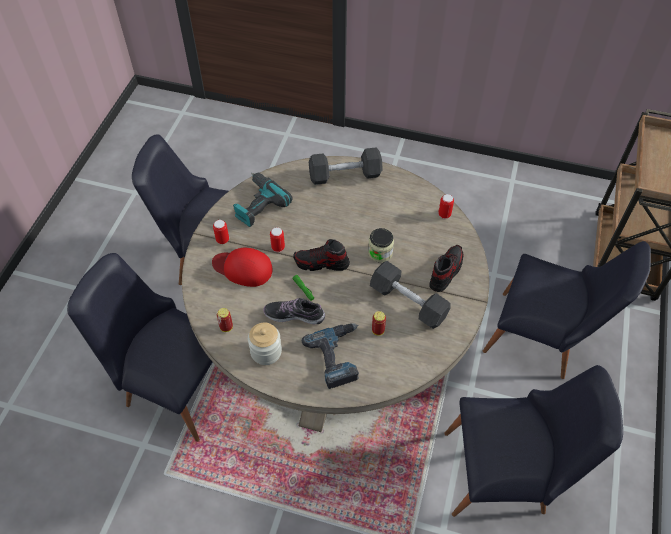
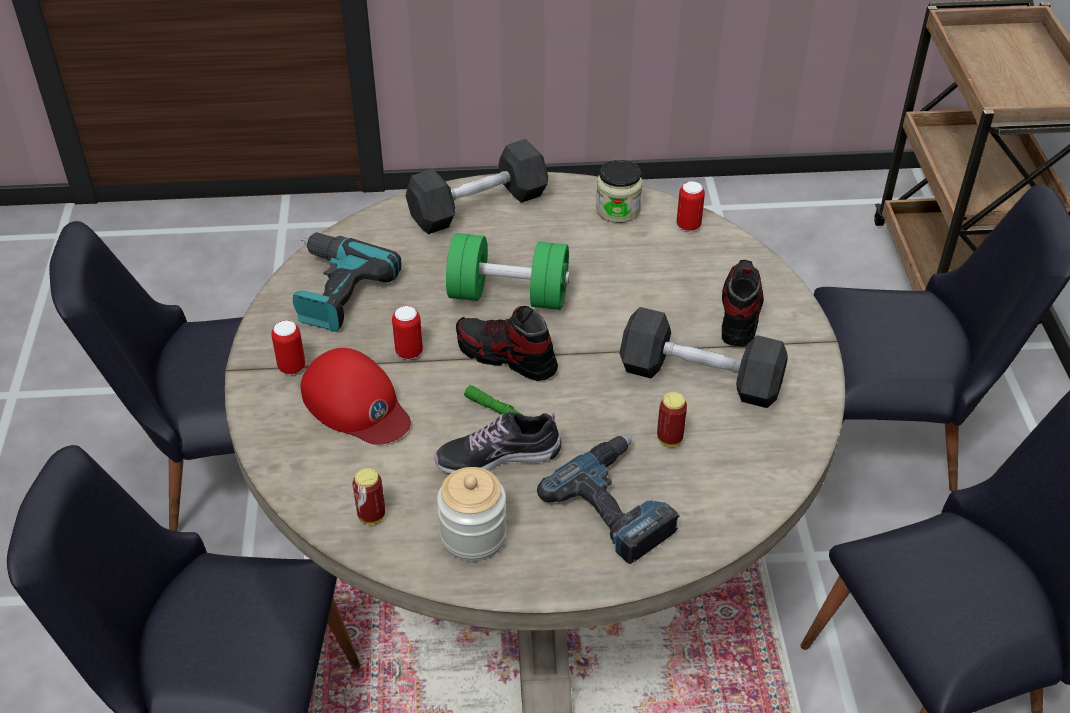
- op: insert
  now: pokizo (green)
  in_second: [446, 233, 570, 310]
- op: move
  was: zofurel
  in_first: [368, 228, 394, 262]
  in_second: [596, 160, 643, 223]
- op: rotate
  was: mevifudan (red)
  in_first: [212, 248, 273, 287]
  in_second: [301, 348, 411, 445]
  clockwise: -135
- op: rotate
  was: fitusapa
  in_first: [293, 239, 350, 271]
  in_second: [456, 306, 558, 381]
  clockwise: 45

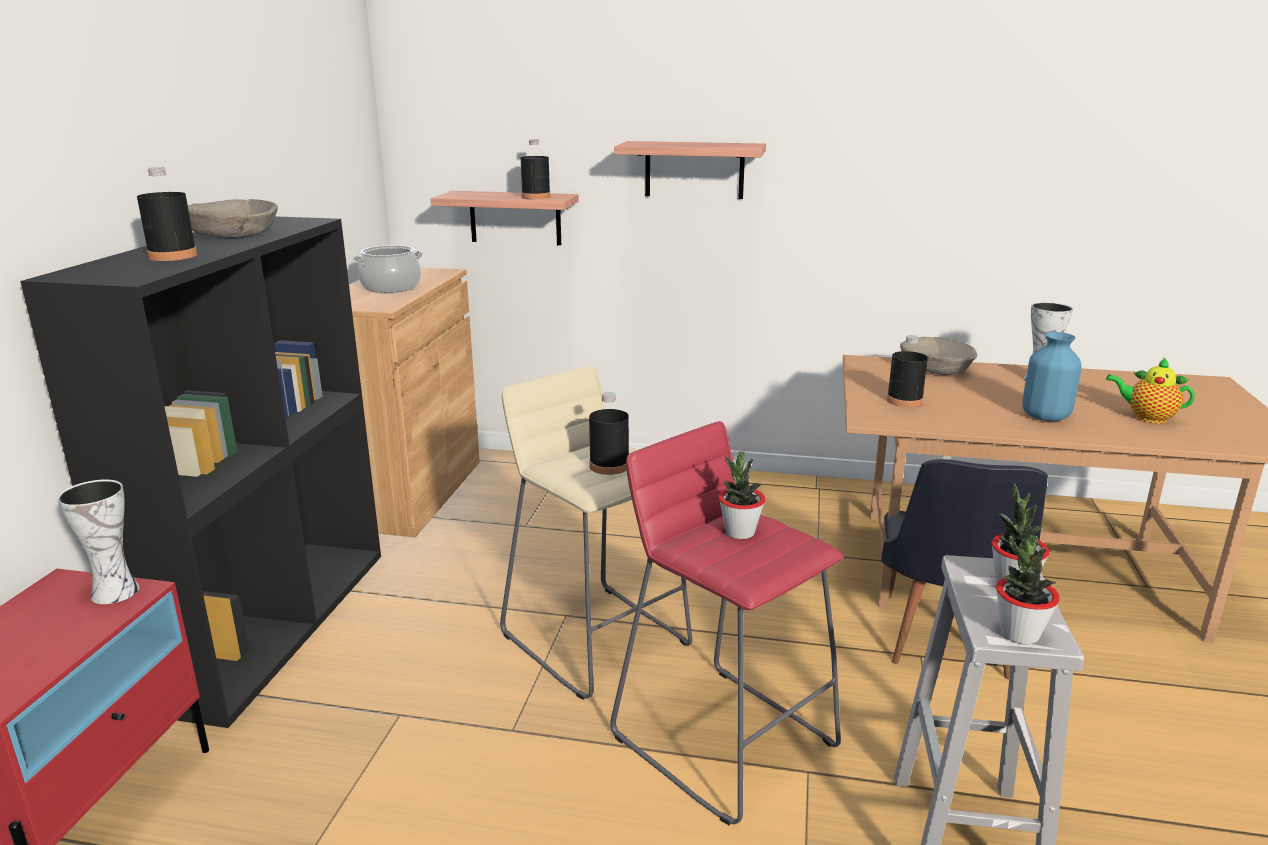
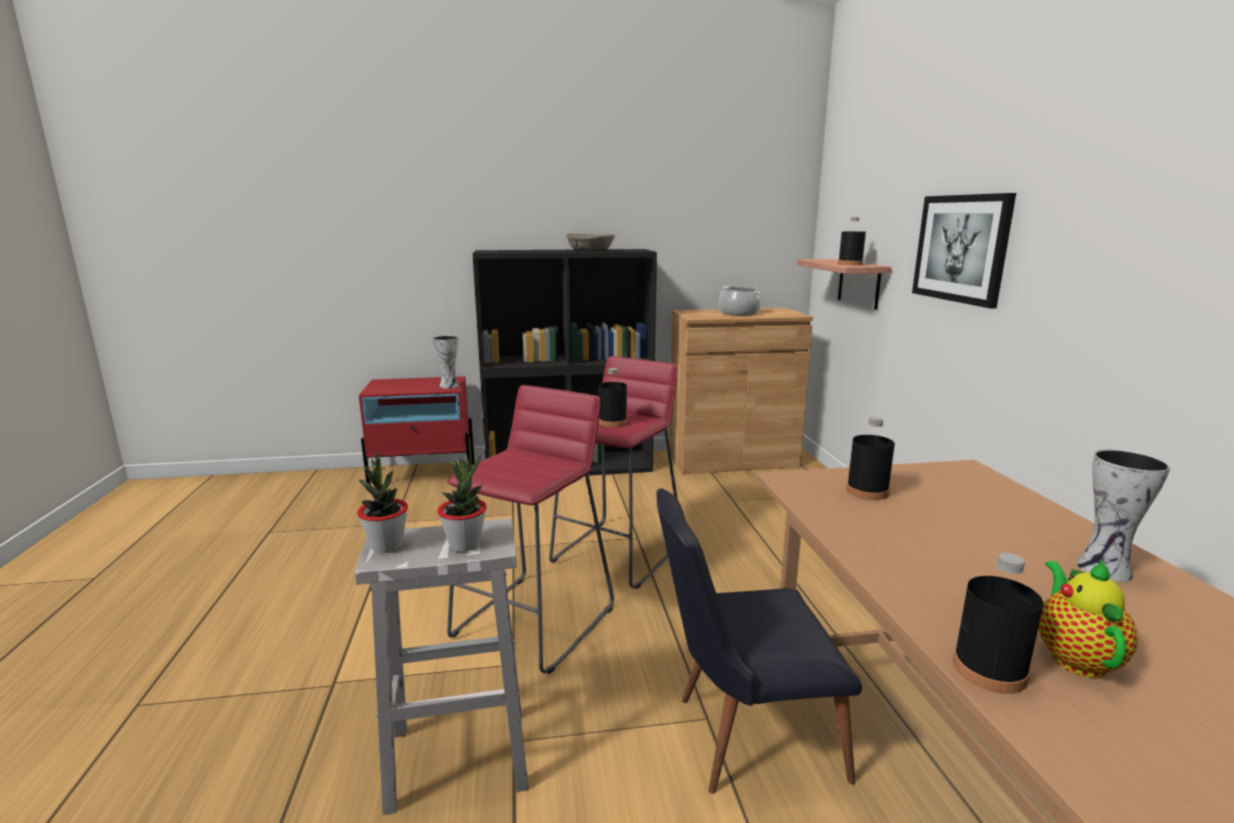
- op: delete
  was: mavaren
  in_first: [719, 451, 766, 539]
- op: delete
  was: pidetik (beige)
  in_first: [900, 337, 977, 375]
- op: delete
  was: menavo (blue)
  in_first: [1022, 332, 1082, 421]
- op: move
  was: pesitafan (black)
  in_first: [137, 167, 197, 261]
  in_second: [953, 553, 1043, 694]
- op: replace
  was: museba
  now: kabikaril
  in_first: [614, 141, 766, 199]
  in_second: [912, 193, 1016, 309]
- op: recolor
  was: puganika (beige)
  now: puganika (red)
  in_first: [500, 366, 692, 700]
  in_second: [549, 356, 678, 589]

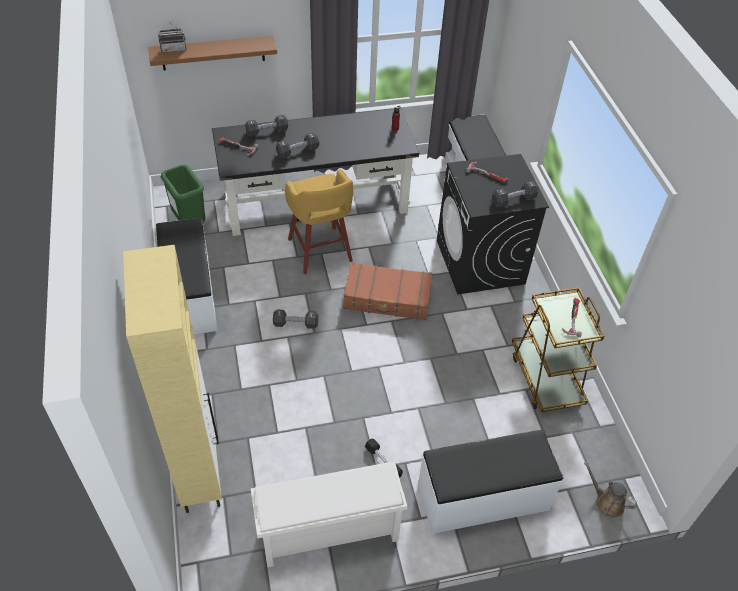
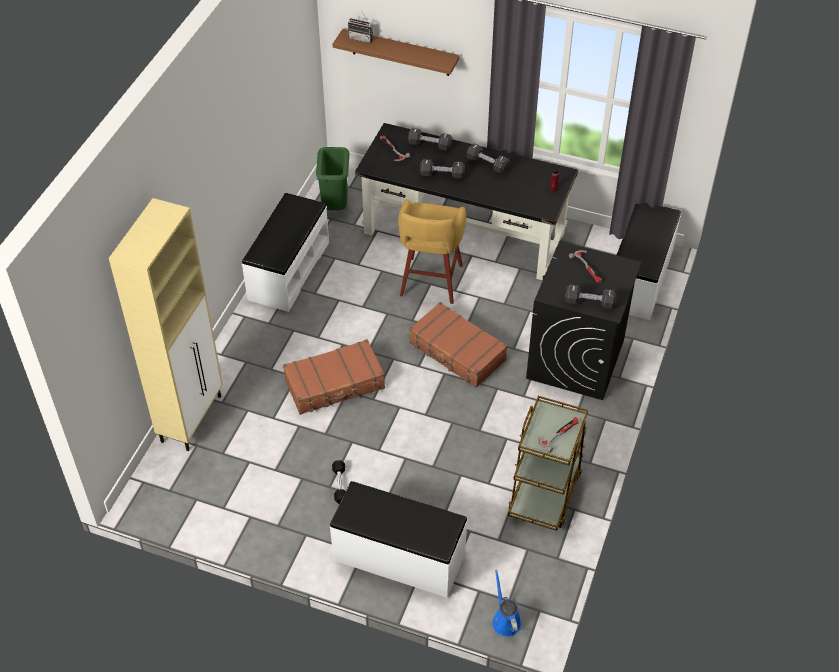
- op: delete
  was: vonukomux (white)
  in_first: [251, 462, 408, 567]
- op: insert
  now: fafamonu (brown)
  in_second: [283, 339, 385, 415]
- op: move
  was: pokizo (black)
  in_first: [273, 310, 318, 329]
  in_second: [467, 143, 510, 174]
- op: recolor
  was: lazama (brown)
  now: lazama (blue)
  in_first: [584, 462, 637, 518]
  in_second: [492, 570, 521, 637]

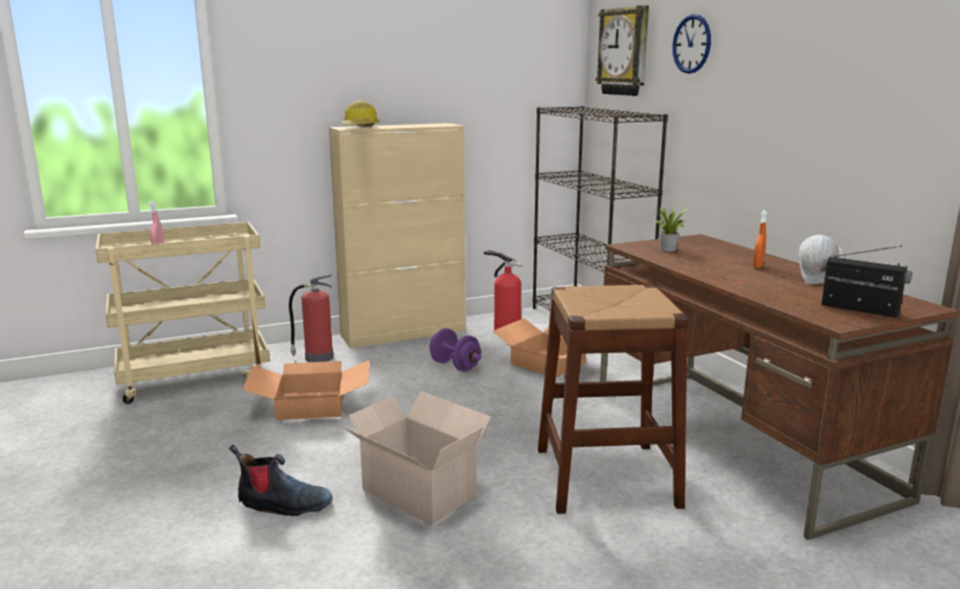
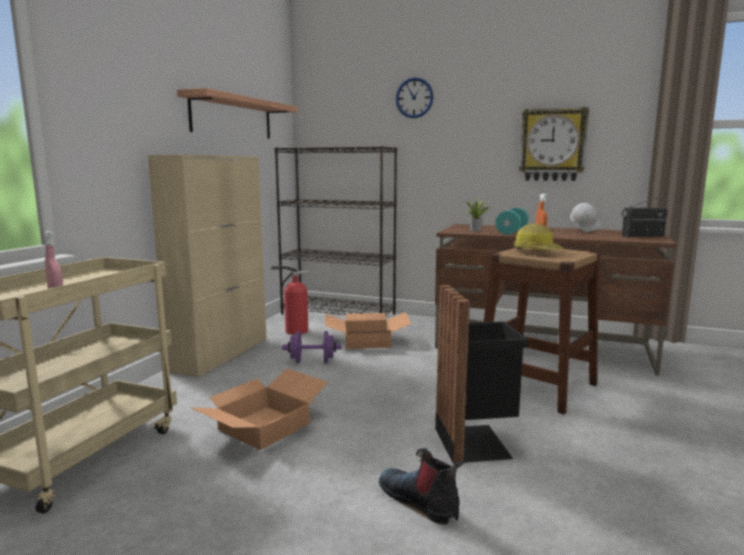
- op: delete
  was: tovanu
  in_first: [289, 274, 333, 362]
- op: insert
  now: museba
  in_second: [177, 88, 298, 139]
- op: insert
  now: pokizo (turquoise)
  in_second: [495, 208, 529, 235]
- op: move
  was: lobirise
  in_first: [342, 100, 380, 126]
  in_second: [514, 223, 564, 250]
- op: move
  was: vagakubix
  in_first: [596, 5, 649, 96]
  in_second: [519, 107, 589, 181]
- op: replace
  was: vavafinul
  now: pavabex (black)
  in_first: [342, 391, 491, 525]
  in_second: [435, 285, 529, 464]
- op: rotate
  was: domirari
  in_first: [229, 444, 333, 516]
  in_second: [379, 448, 463, 525]
  clockwise: -90

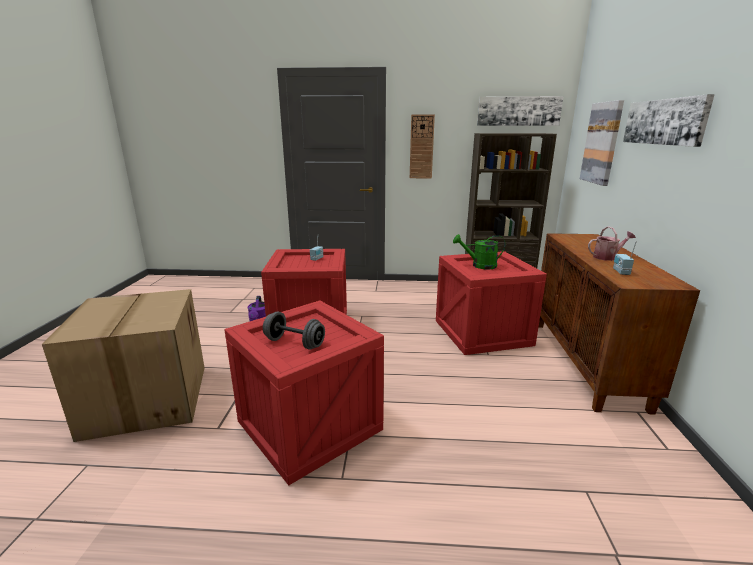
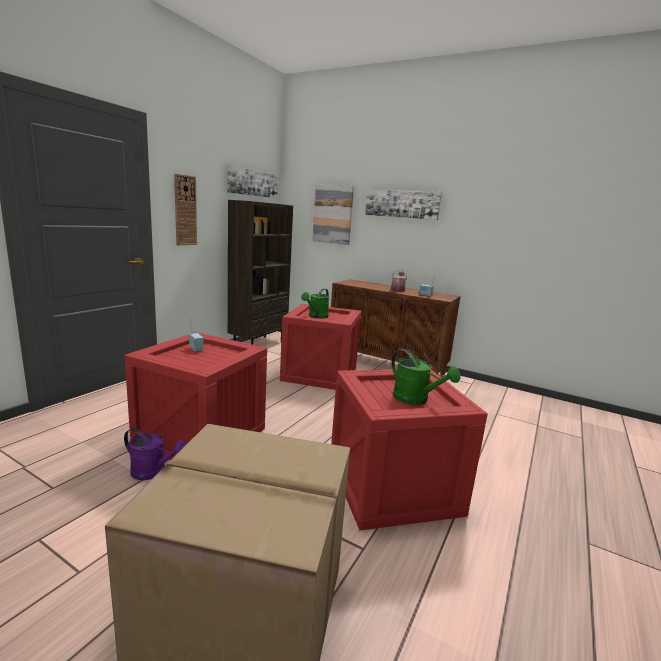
- op: replace
  was: pokizo (grey)
  now: lazama (green)
  in_first: [263, 311, 325, 350]
  in_second: [391, 349, 460, 405]

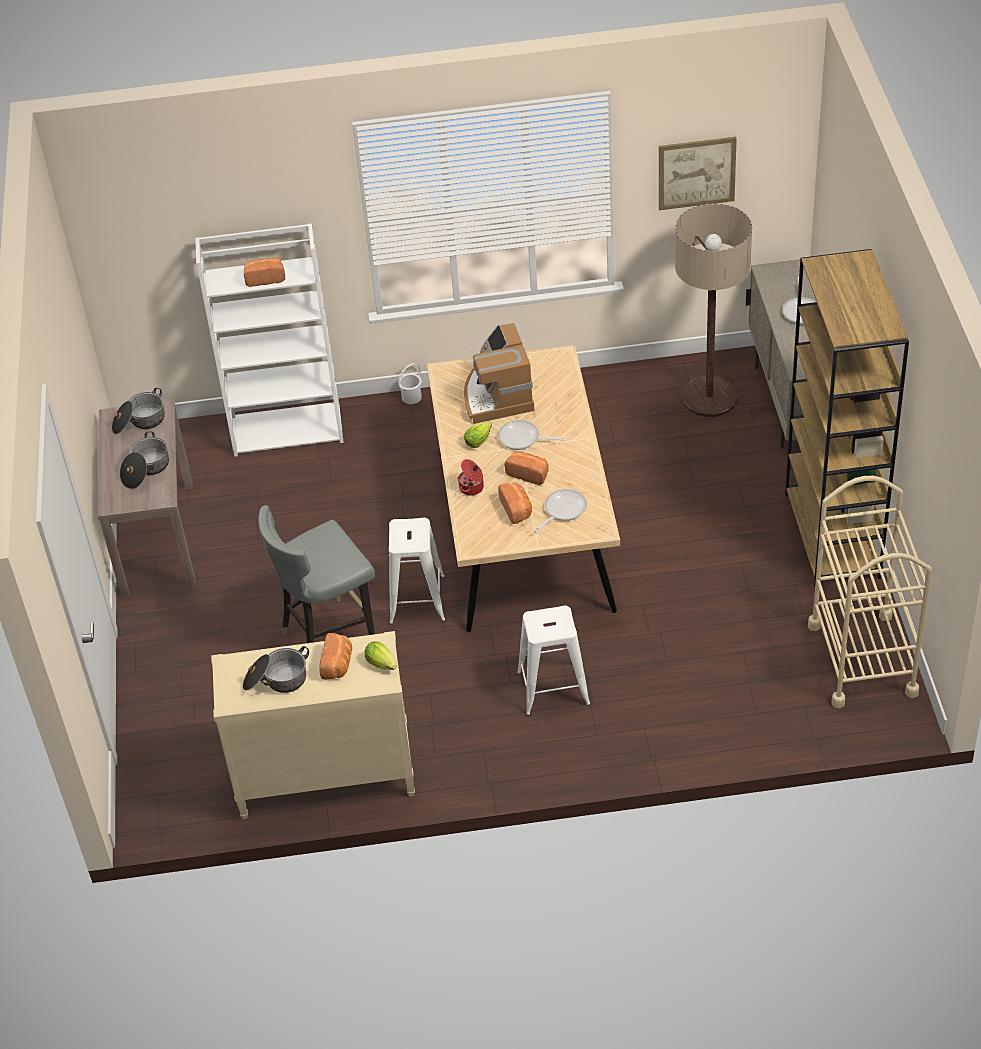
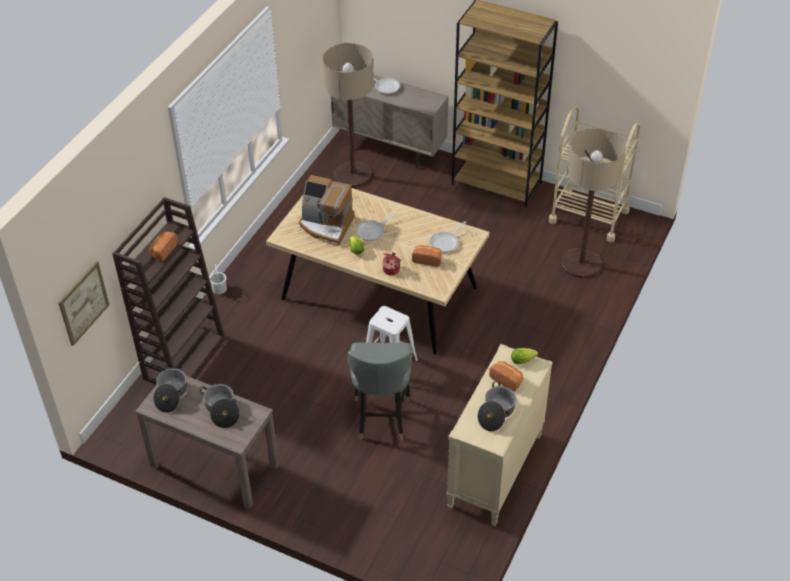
- op: delete
  was: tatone
  in_first: [504, 451, 548, 485]
- op: delete
  was: puganika (white)
  in_first: [517, 605, 590, 716]
- op: insert
  now: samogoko
  in_second: [561, 128, 626, 278]
- op: move
  was: kabikaril
  in_first: [659, 137, 737, 210]
  in_second: [58, 261, 110, 346]
- op: recolor
  was: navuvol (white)
  now: navuvol (brown)
  in_first: [195, 224, 344, 457]
  in_second: [112, 197, 225, 385]
- op: rotate
  was: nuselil
  in_first: [534, 489, 587, 533]
  in_second: [429, 221, 466, 253]
  clockwise: -120

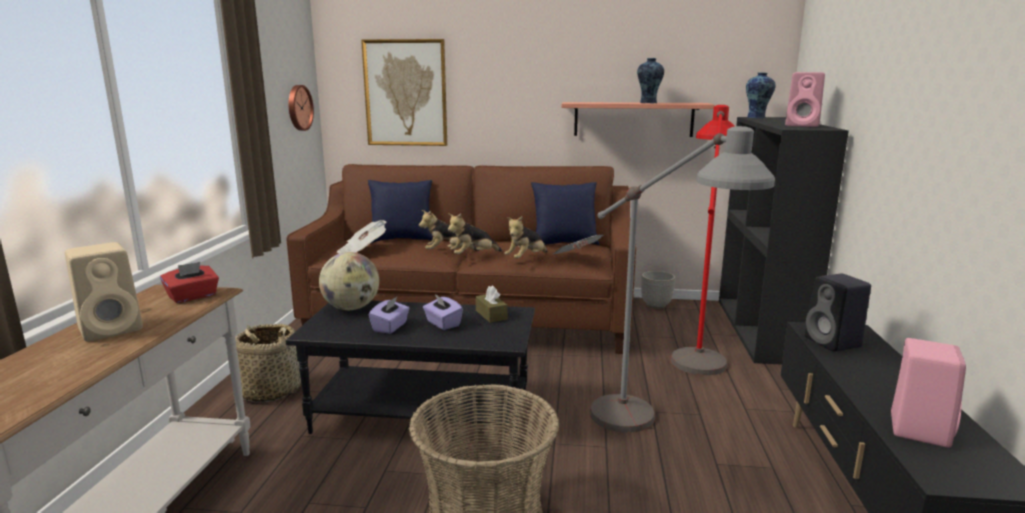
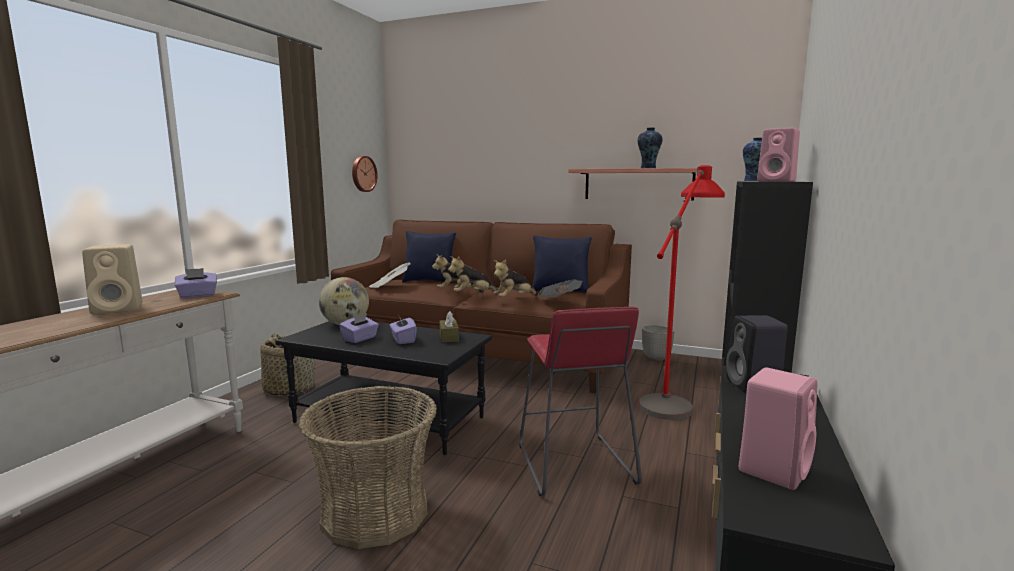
- op: delete
  was: kabikaril
  in_first: [361, 39, 447, 146]
- op: replace
  was: samogoko (grey)
  now: puganika (red)
  in_first: [589, 126, 775, 433]
  in_second: [519, 306, 642, 496]
- op: recolor
  was: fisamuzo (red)
  now: fisamuzo (purple)
  in_first: [160, 262, 219, 303]
  in_second: [175, 268, 217, 298]

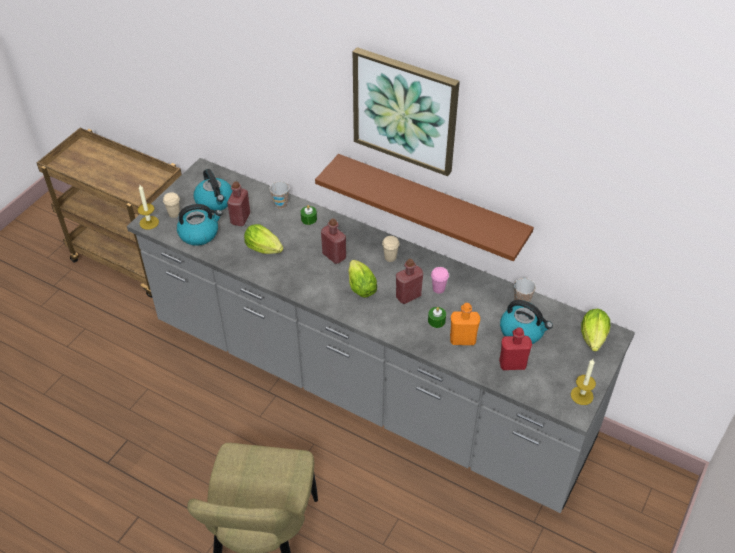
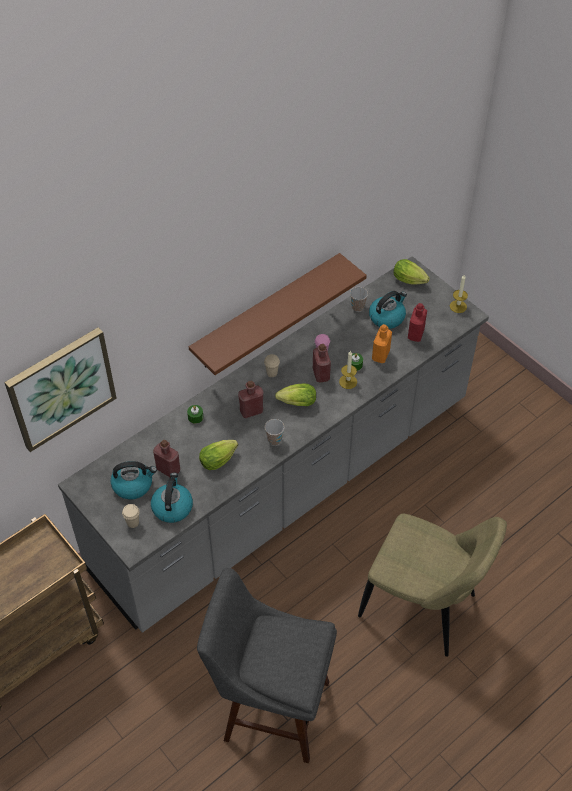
- op: insert
  now: puganika (grey)
  in_second: [197, 568, 337, 763]
- op: move
  was: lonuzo
  in_first: [138, 185, 159, 230]
  in_second: [339, 350, 357, 389]
- op: move
  was: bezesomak
  in_first: [269, 181, 289, 209]
  in_second: [265, 419, 285, 445]
- op: move
  was: kabikaril
  in_first: [353, 47, 460, 176]
  in_second: [4, 327, 117, 452]

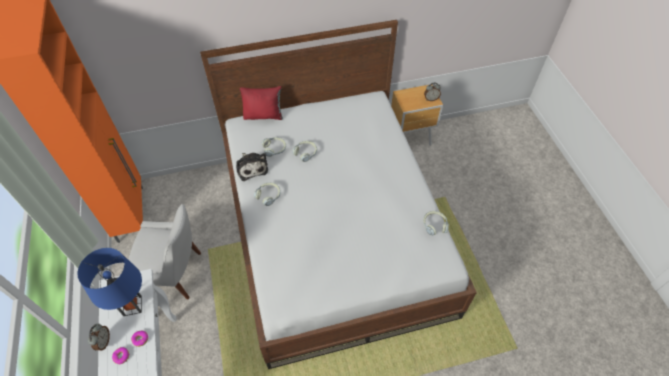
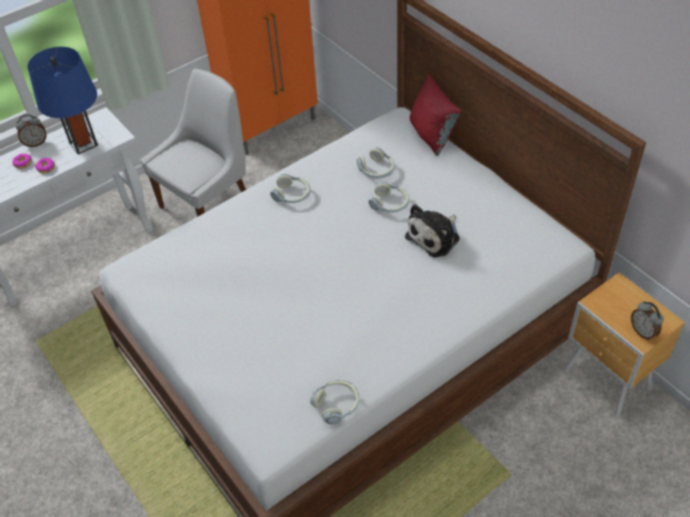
- op: move
  was: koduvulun
  in_first: [236, 153, 268, 181]
  in_second: [405, 204, 460, 257]
- op: rotate
  was: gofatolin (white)
  in_first: [128, 204, 201, 299]
  in_second: [140, 69, 246, 217]
  clockwise: -120

